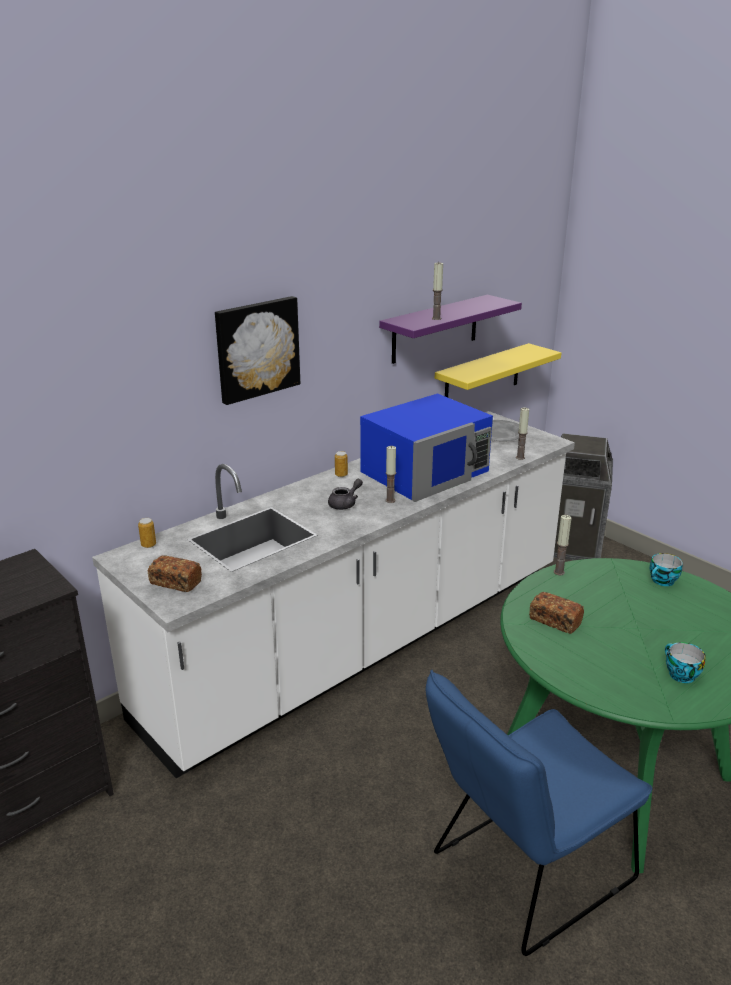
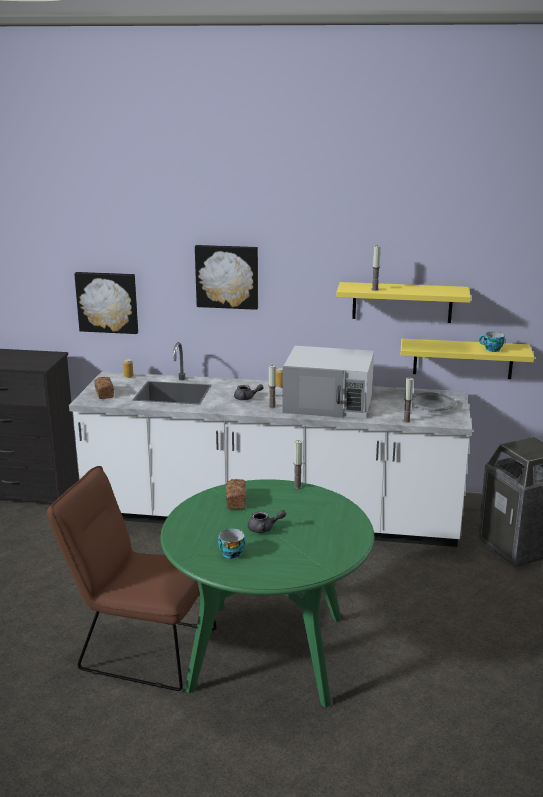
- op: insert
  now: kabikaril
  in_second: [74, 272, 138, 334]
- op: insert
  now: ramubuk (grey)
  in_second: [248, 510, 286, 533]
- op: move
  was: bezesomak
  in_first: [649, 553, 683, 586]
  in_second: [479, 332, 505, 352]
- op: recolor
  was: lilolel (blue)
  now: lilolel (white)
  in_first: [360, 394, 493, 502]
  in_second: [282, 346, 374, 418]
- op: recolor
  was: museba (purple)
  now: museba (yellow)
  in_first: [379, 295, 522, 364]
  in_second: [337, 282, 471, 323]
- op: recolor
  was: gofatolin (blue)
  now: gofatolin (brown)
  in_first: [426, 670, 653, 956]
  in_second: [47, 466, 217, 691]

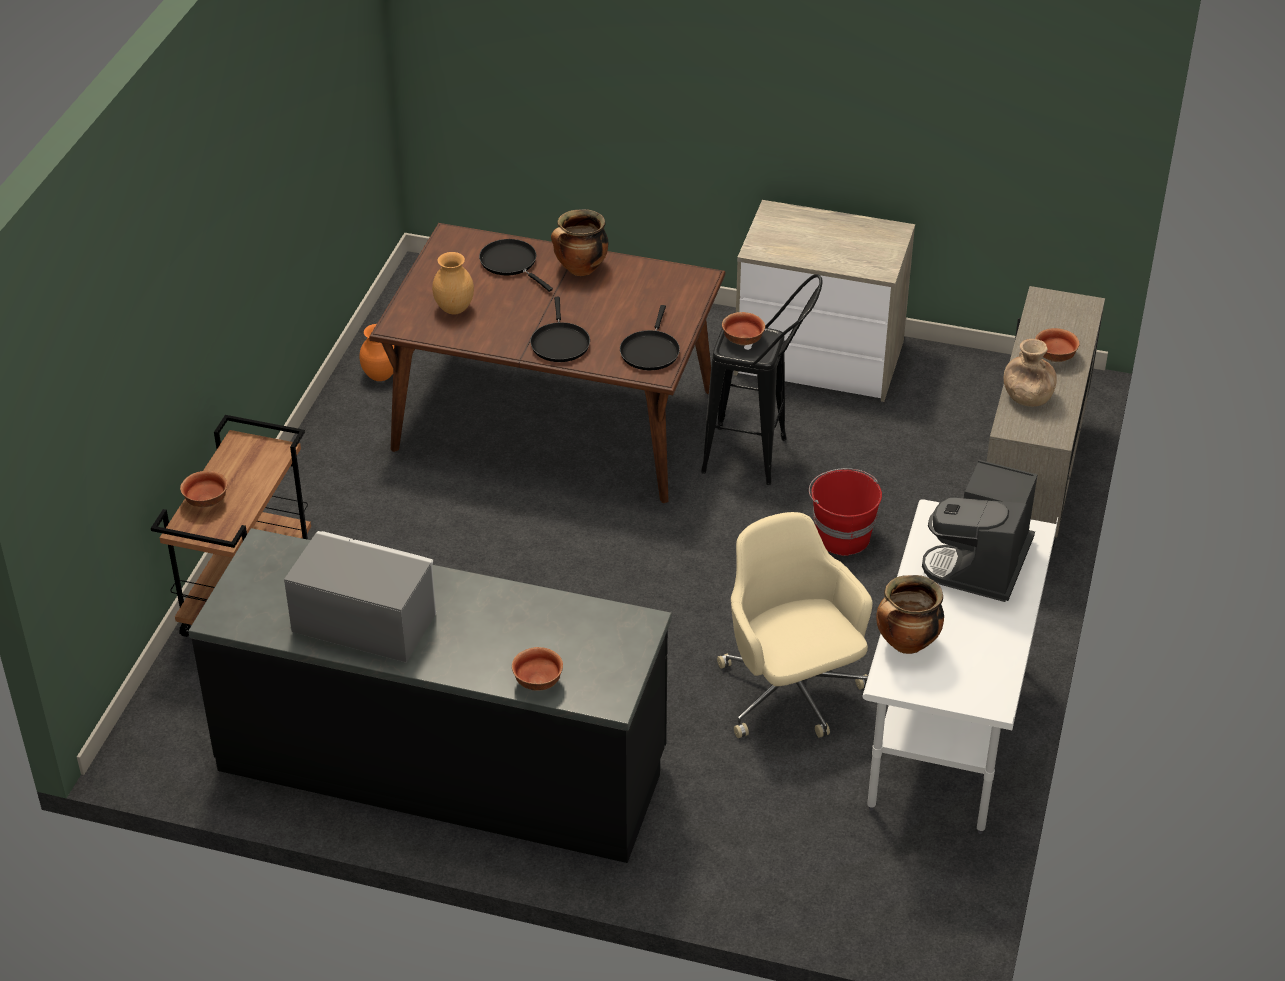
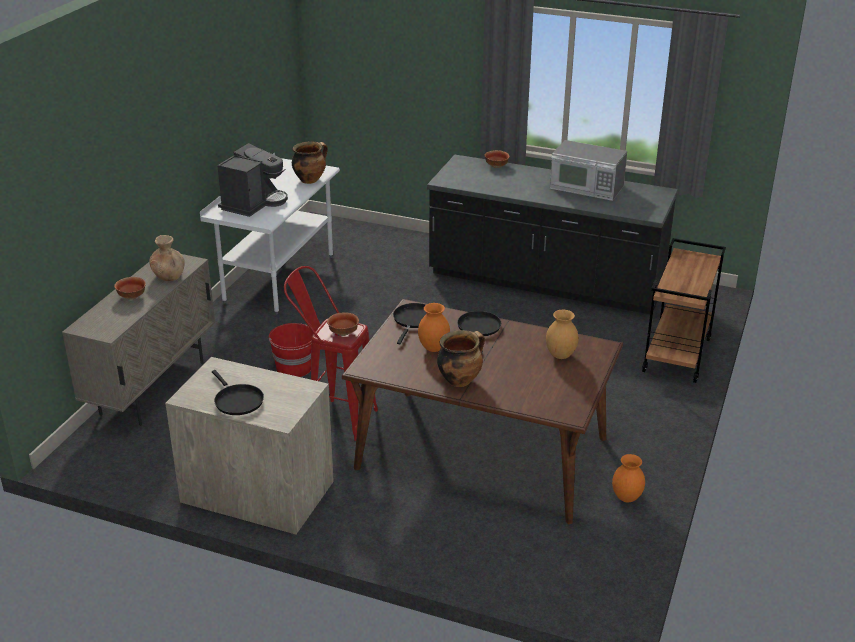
- op: delete
  was: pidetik
  in_first: [180, 471, 227, 507]
- op: delete
  was: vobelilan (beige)
  in_first: [717, 512, 872, 738]
- op: insert
  now: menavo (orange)
  in_second: [418, 303, 450, 352]
- op: move
  was: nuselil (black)
  in_first: [479, 239, 553, 292]
  in_second: [212, 370, 264, 415]
- op: recolor
  was: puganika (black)
  now: puganika (red)
  in_first: [701, 274, 823, 485]
  in_second: [284, 266, 378, 441]

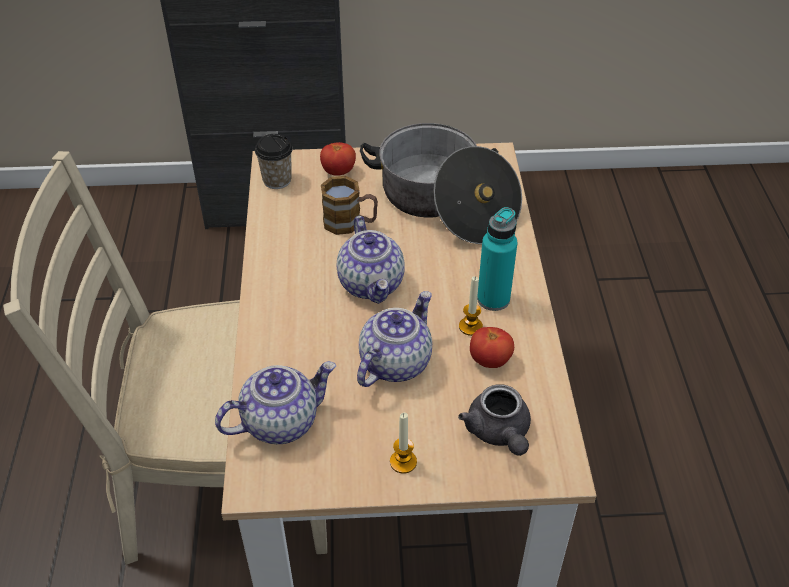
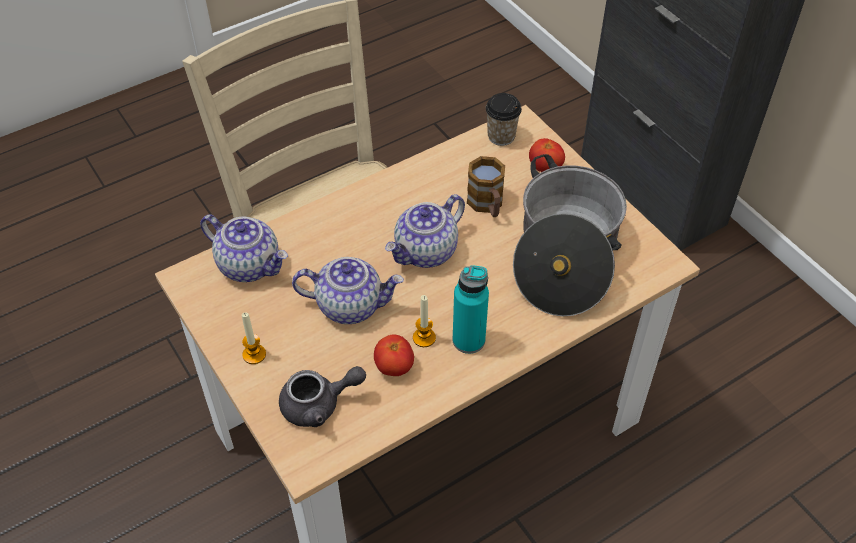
- op: rotate
  was: ramubuk (grey)
  in_first: [458, 384, 531, 456]
  in_second: [279, 366, 366, 427]
  clockwise: -150

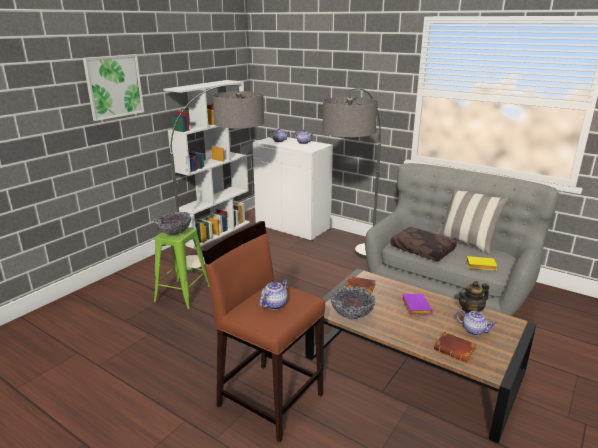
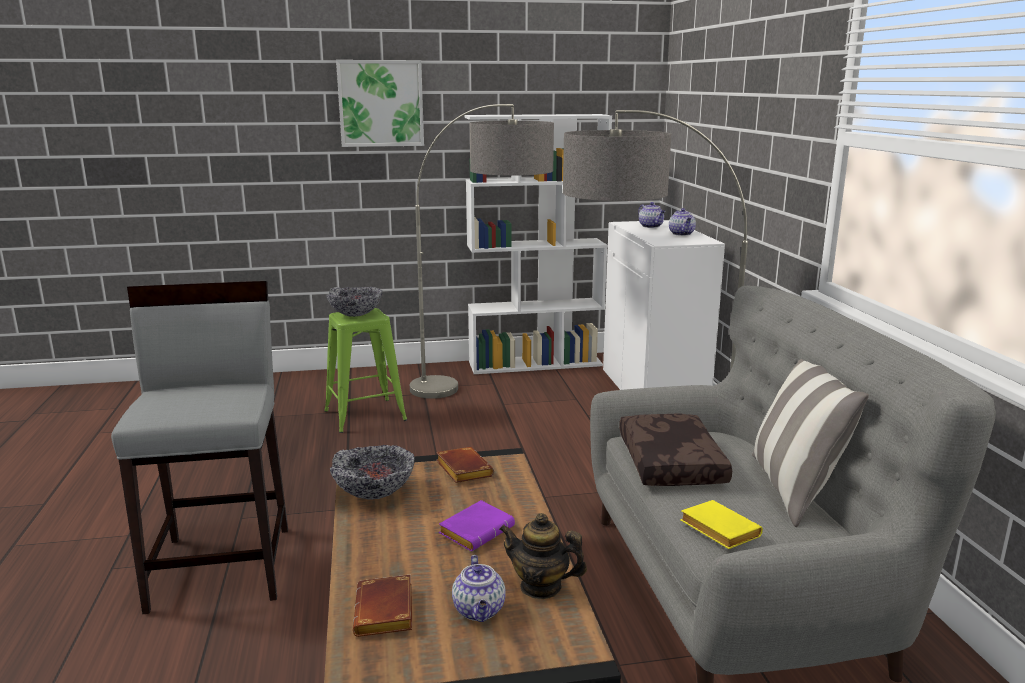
- op: delete
  was: ramubuk
  in_first: [260, 279, 288, 310]
- op: recolor
  was: puganika (brown)
  now: puganika (grey)
  in_first: [202, 221, 325, 442]
  in_second: [111, 281, 288, 615]

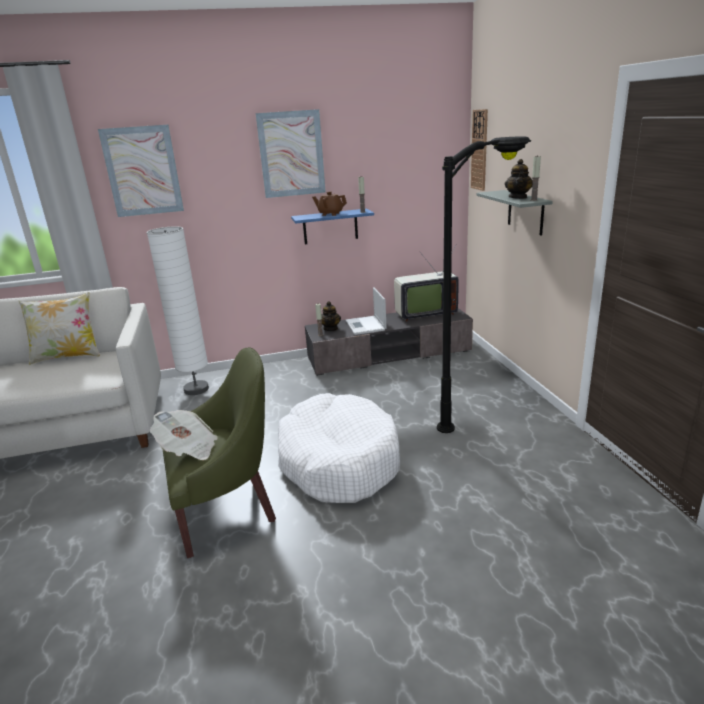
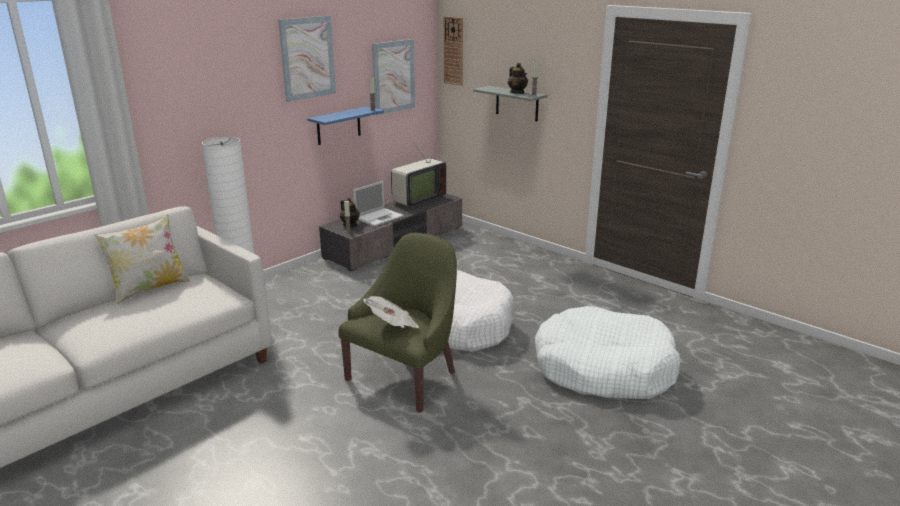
- op: delete
  was: ramubuk (brown)
  in_first: [312, 192, 347, 216]
- op: delete
  was: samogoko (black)
  in_first: [437, 136, 531, 433]
- op: insert
  now: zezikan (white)
  in_second: [535, 306, 680, 399]
- op: move
  was: kabikaril
  in_first: [98, 125, 184, 217]
  in_second: [372, 39, 415, 116]
- op: rotate
  was: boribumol
  in_first: [346, 287, 387, 335]
  in_second: [353, 181, 404, 227]
  clockwise: -90

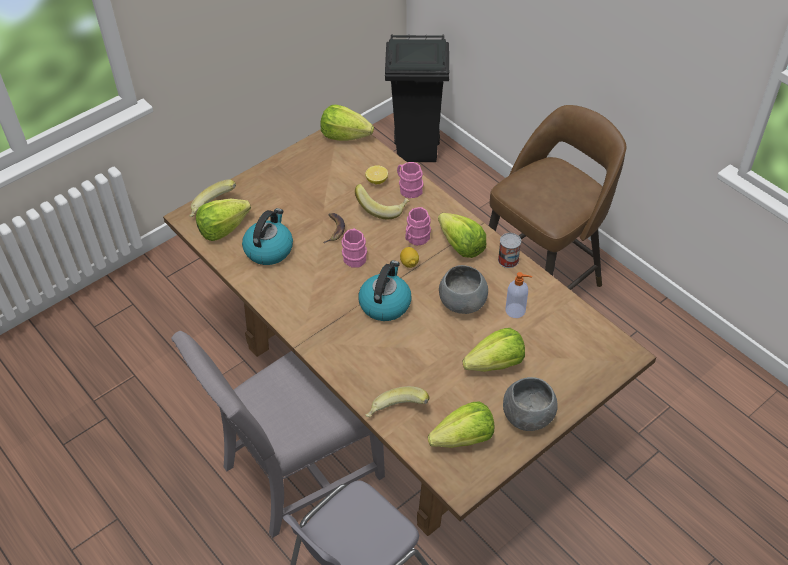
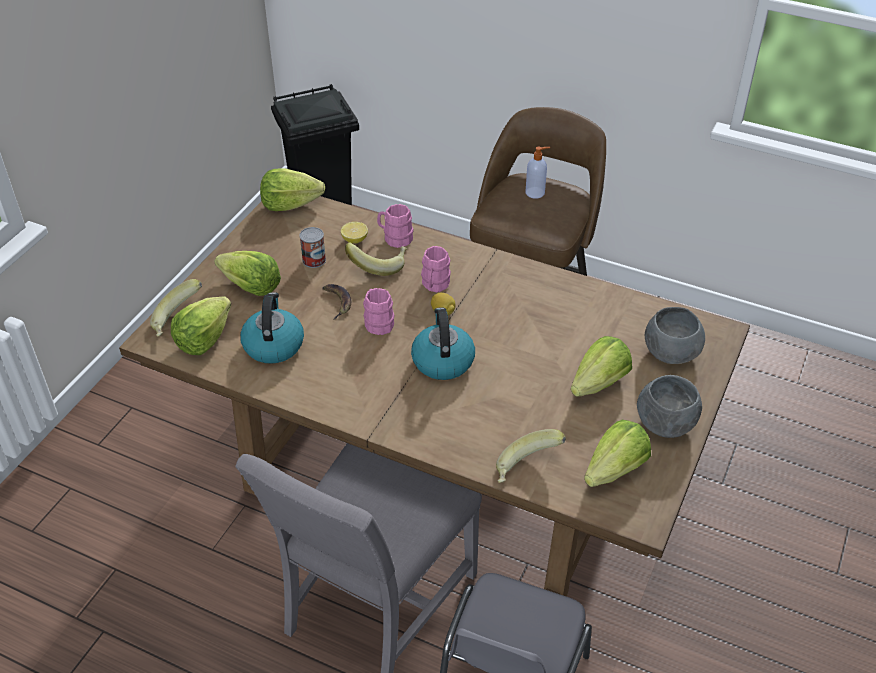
- op: move
  was: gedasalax
  in_first: [438, 213, 486, 258]
  in_second: [214, 251, 281, 296]
- op: move
  was: pidetik (grey)
  in_first: [439, 265, 488, 314]
  in_second: [645, 307, 705, 364]
- op: move
  was: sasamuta
  in_first: [498, 233, 521, 268]
  in_second: [299, 227, 326, 268]
- op: move
  was: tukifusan
  in_first: [506, 272, 532, 318]
  in_second: [526, 147, 550, 199]

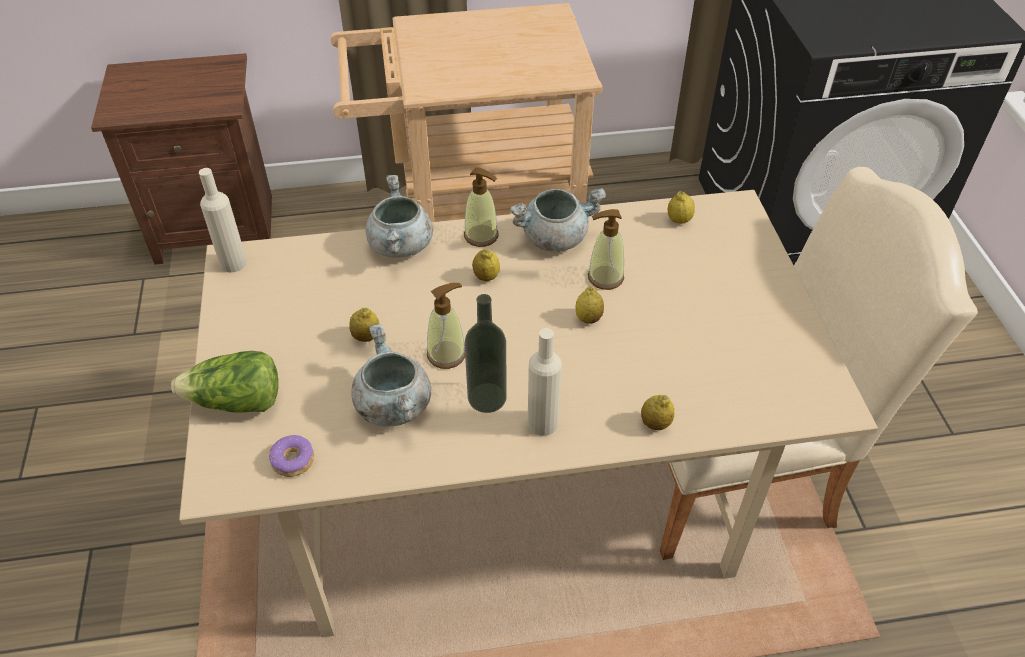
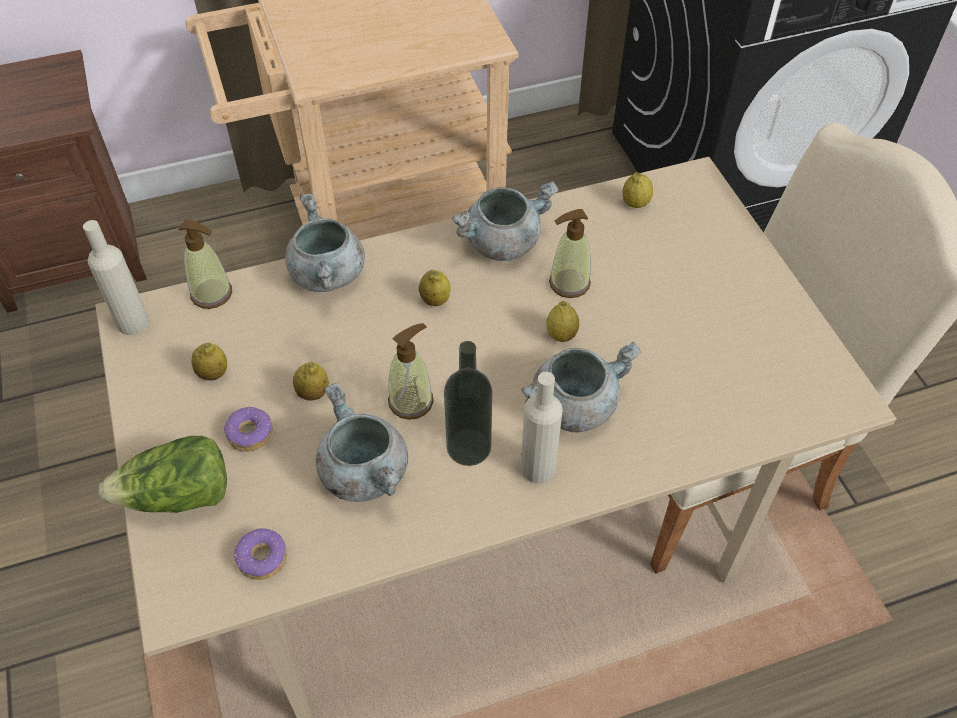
- op: insert
  now: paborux
  in_second: [224, 407, 273, 451]
- op: insert
  now: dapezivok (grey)
  in_second: [521, 341, 641, 432]
- op: move
  was: tukifusan
  in_first: [464, 168, 499, 247]
  in_second: [178, 220, 232, 309]
- op: move
  was: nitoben
  in_first: [641, 395, 674, 430]
  in_second: [191, 343, 227, 380]

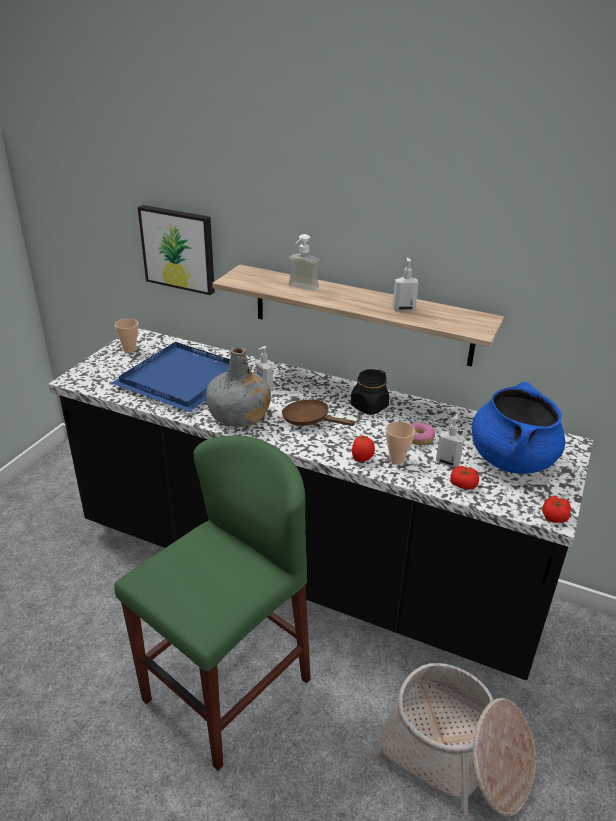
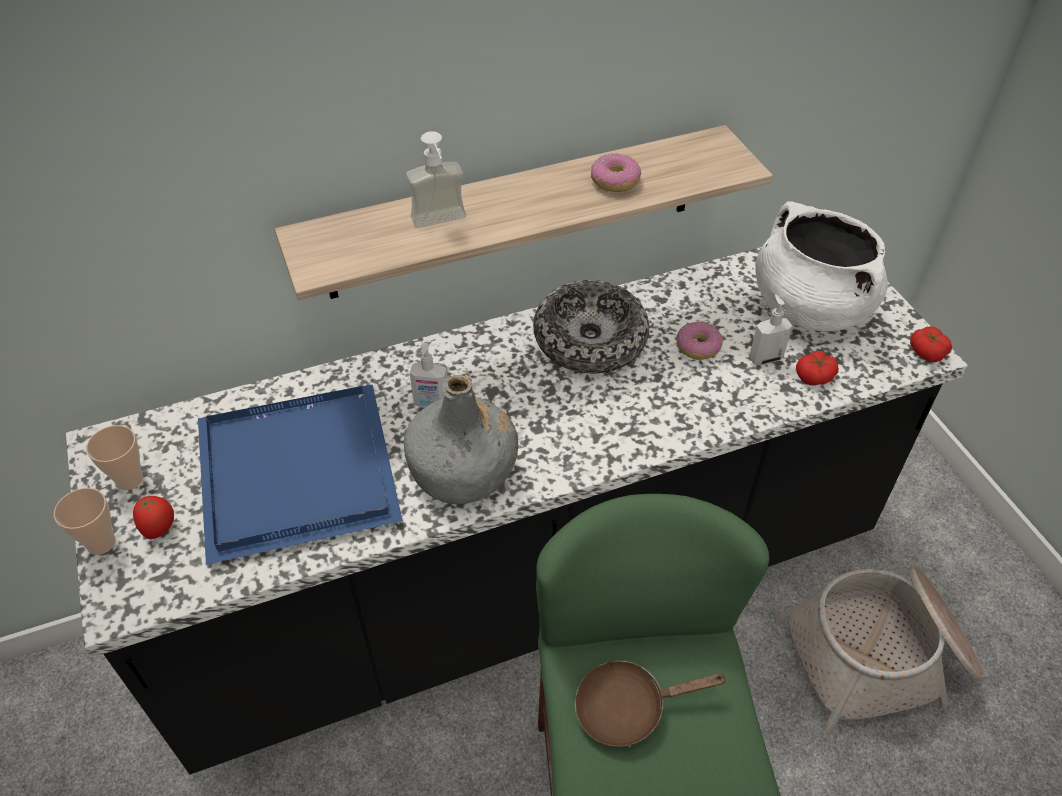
- op: delete
  was: kabikaril
  in_first: [138, 205, 215, 295]
- op: move
  was: nuselil (brown)
  in_first: [282, 399, 356, 426]
  in_second: [575, 660, 728, 747]
- op: move
  was: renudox
  in_first: [352, 435, 375, 461]
  in_second: [133, 494, 174, 539]
- op: move
  was: bezesomak
  in_first: [386, 421, 415, 464]
  in_second: [54, 488, 116, 555]
- op: replace
  was: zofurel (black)
  now: pidetik
  in_first: [351, 369, 389, 415]
  in_second: [533, 280, 649, 373]
- op: replace
  was: tukifusan
  now: paborux
  in_first: [393, 258, 419, 311]
  in_second: [591, 153, 641, 192]
- op: recolor
  was: dapezivok (blue)
  now: dapezivok (white)
  in_first: [472, 381, 565, 474]
  in_second: [755, 201, 888, 331]

